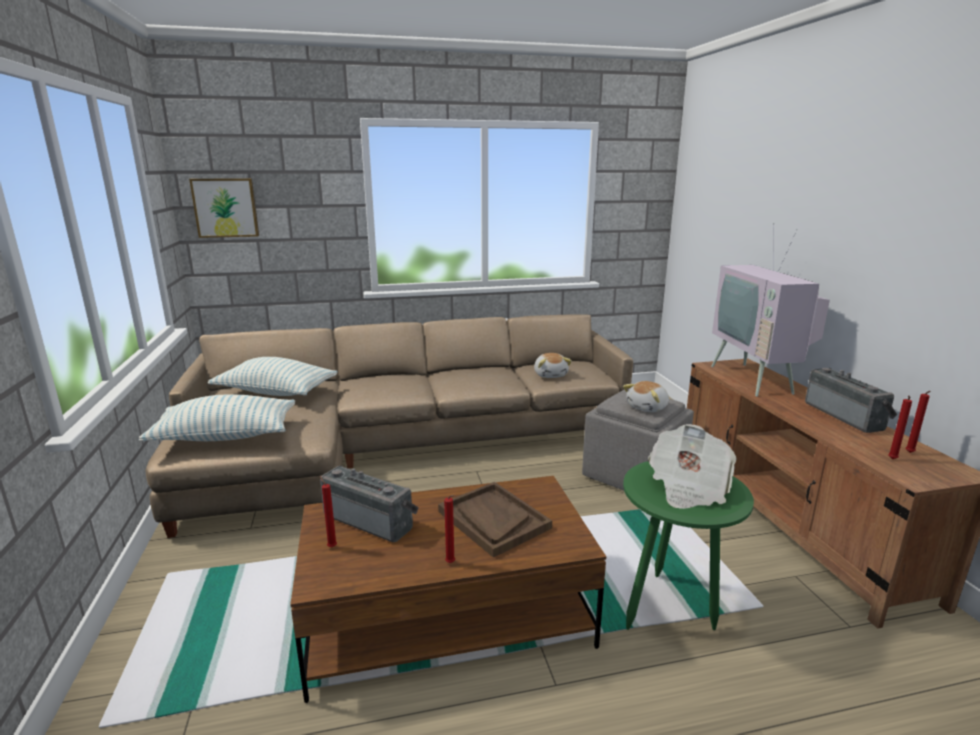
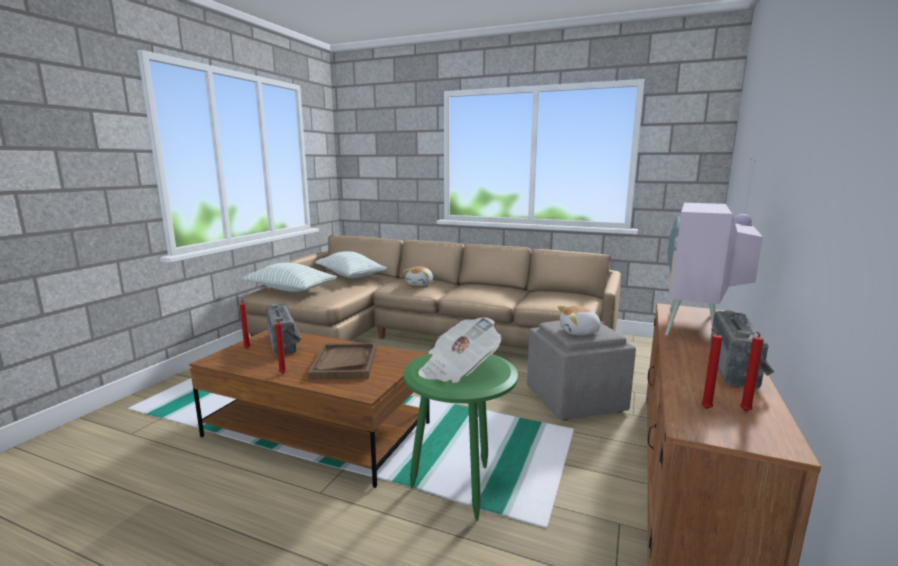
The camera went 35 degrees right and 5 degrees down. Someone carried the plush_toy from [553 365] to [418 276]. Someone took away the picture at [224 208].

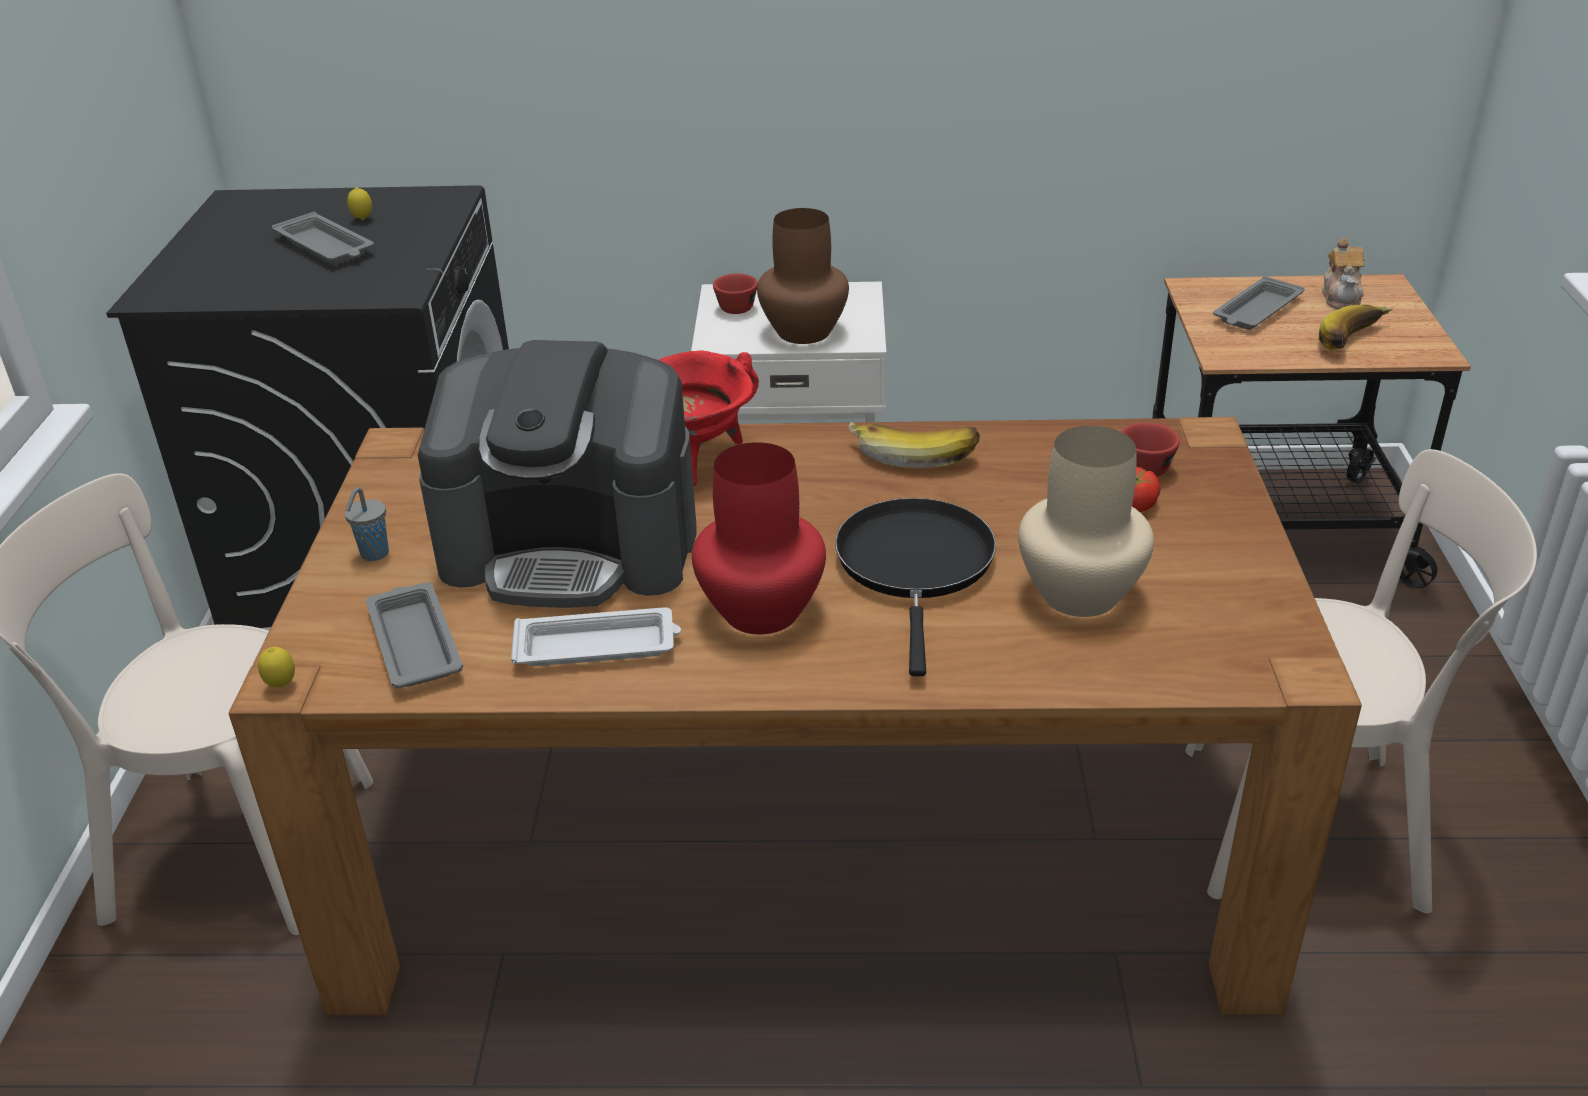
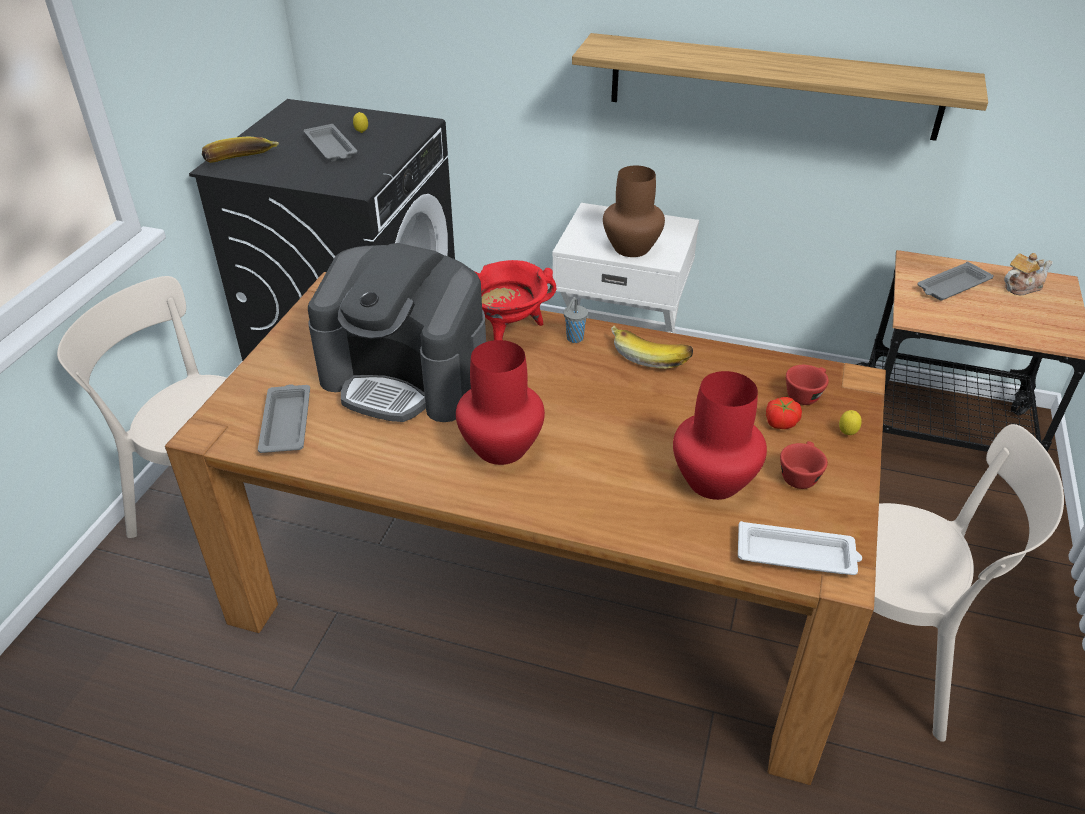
The camera went 15 degrees right and 5 degrees up. Someone carried the banana from [1355 327] to [240 150]. Someone carried the grey_cup from [367 524] to [575 320]. Someone put up the shelf at [780 87]. Someone repainted the beige_vase at [1086 521], which became the red_vase at [720 435]. Someone carried the white_tray from [596 636] to [800 548]. Someone carried the red_cup from [735 294] to [804 465]. Someone carried the lemon from [276 667] to [850 422]. Someone rotated the teapot at [1343 273] by 135 degrees counterclockwise. Someone took away the black_frying_pan at [915 587].

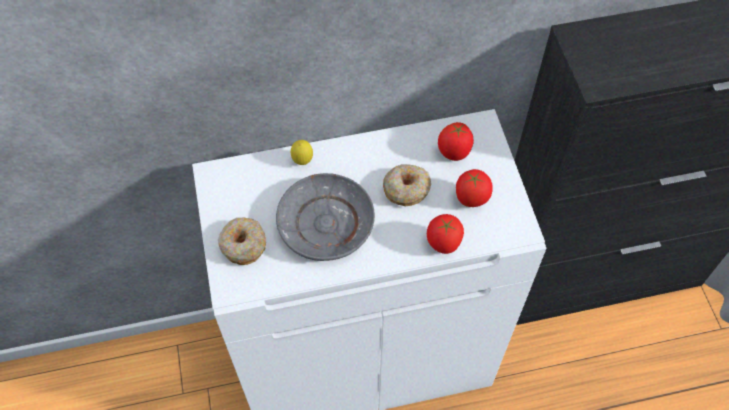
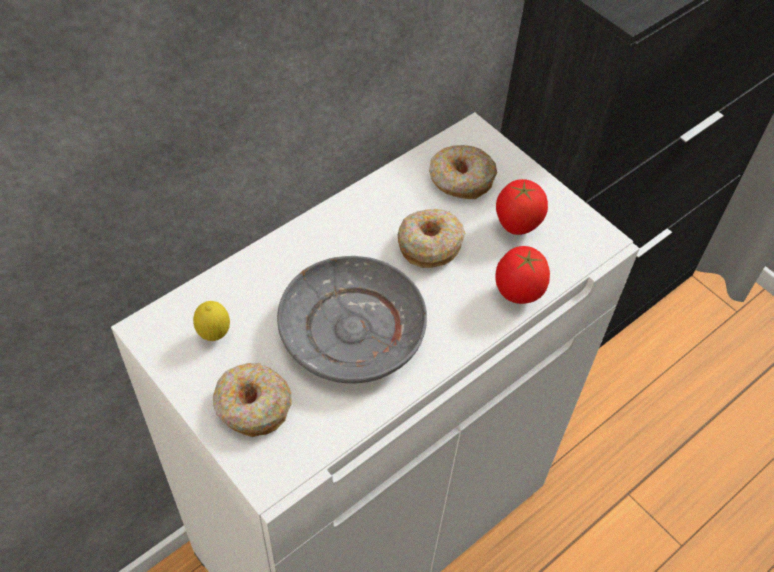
The camera went 30 degrees left and 5 degrees down. Someone carried the lemon from [301 152] to [211 321]. Someone swapped the tomato at [456 141] for the donut at [463 172].

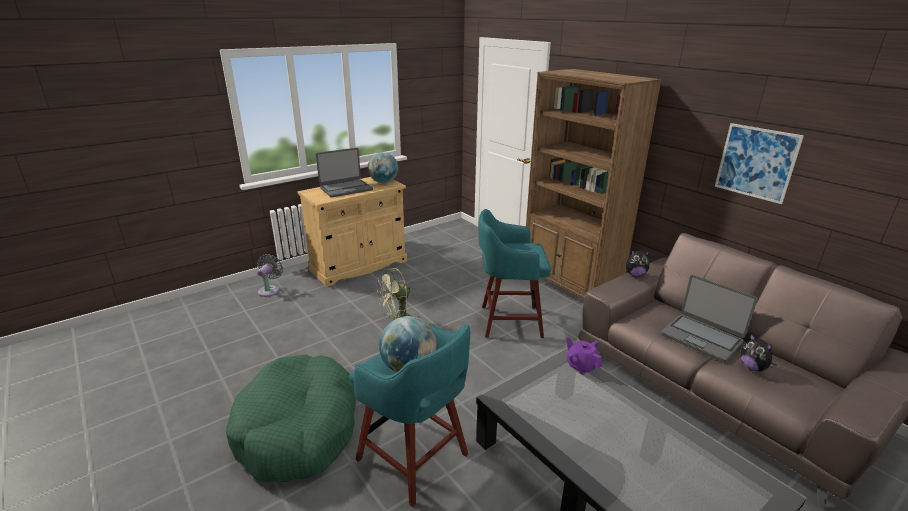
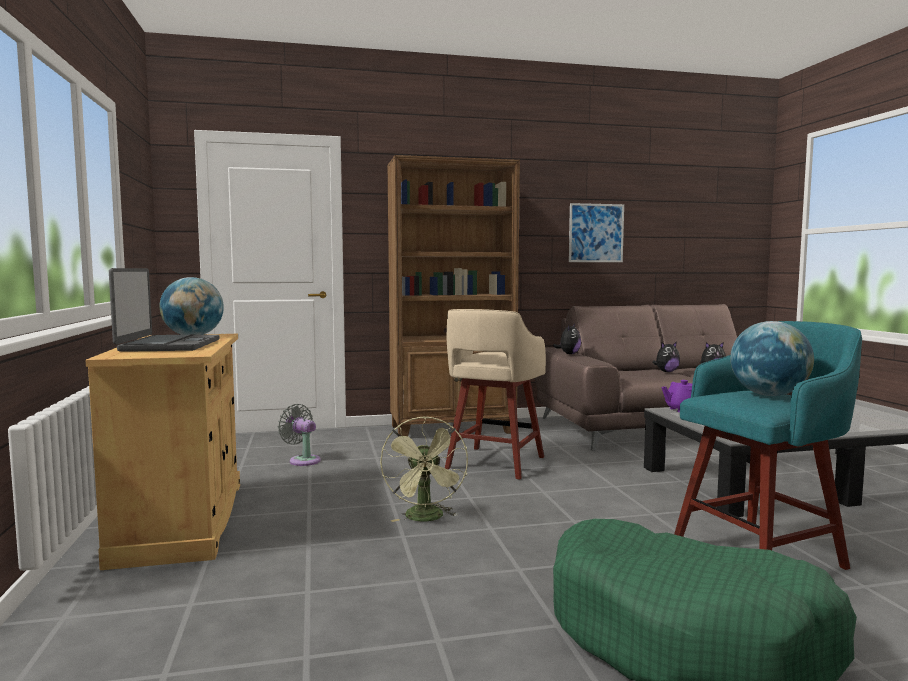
The camera went 65 degrees left and 20 degrees down. Someone carried the grey_fan from [270 275] to [299 435]. Someone repainted the turquoise_stool at [514 273], which became the beige_stool at [495 394]. Someone swapped the laptop at [709 318] for the plush_toy at [666 357].

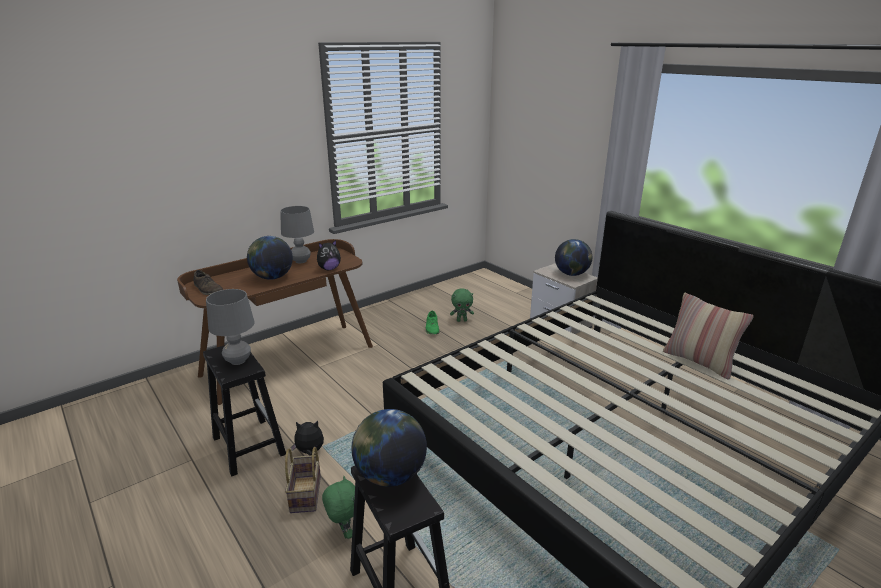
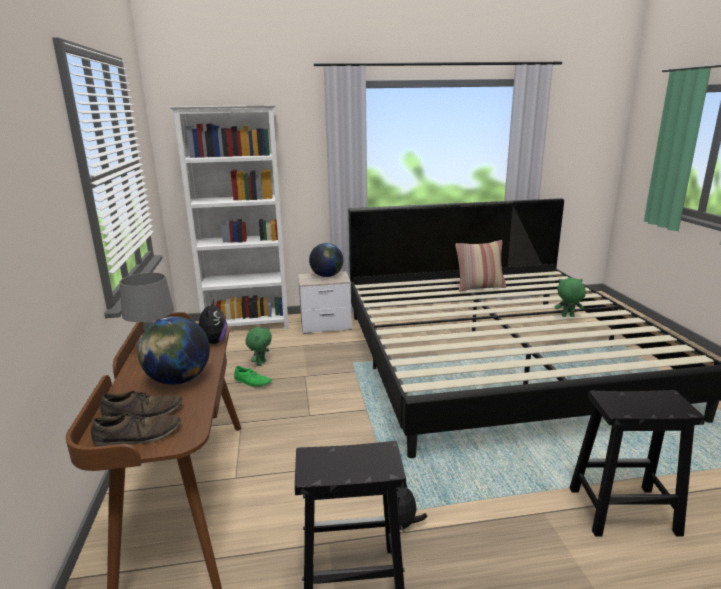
The camera went 60 degrees left and 5 degrees down. Someone put down the brown_shoe at [141 404]. Someone put down the white_bookcase at [229 217]. Someone carried the green_plush_toy from [338 507] to [570 297]. Someone took away the grey_table_lamp at [230 327]. Someone took away the basket at [303 480]. Someone took away the globe at [389 448].

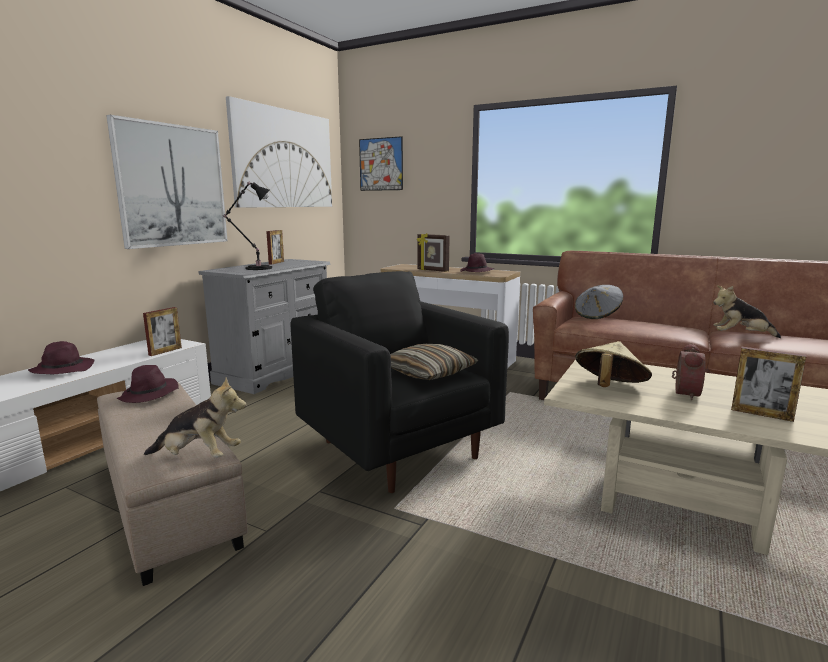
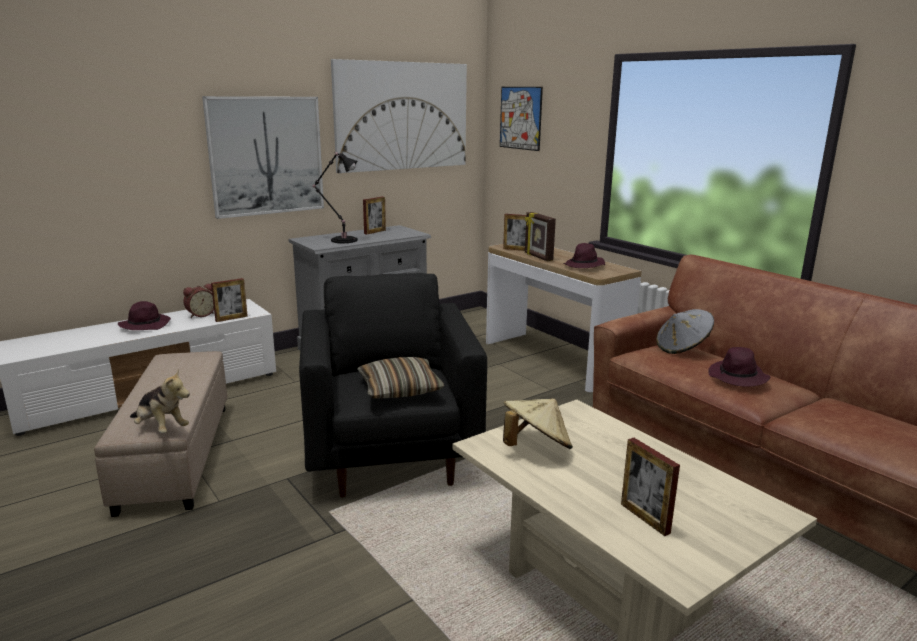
The camera went 25 degrees right and 5 degrees up. Someone carried the alarm_clock from [689 371] to [198 301]. Someone put down the picture_frame at [514 232]. Someone carried the purple_hat from [148 384] to [739 367]. Someone took away the plush_toy at [747 311].

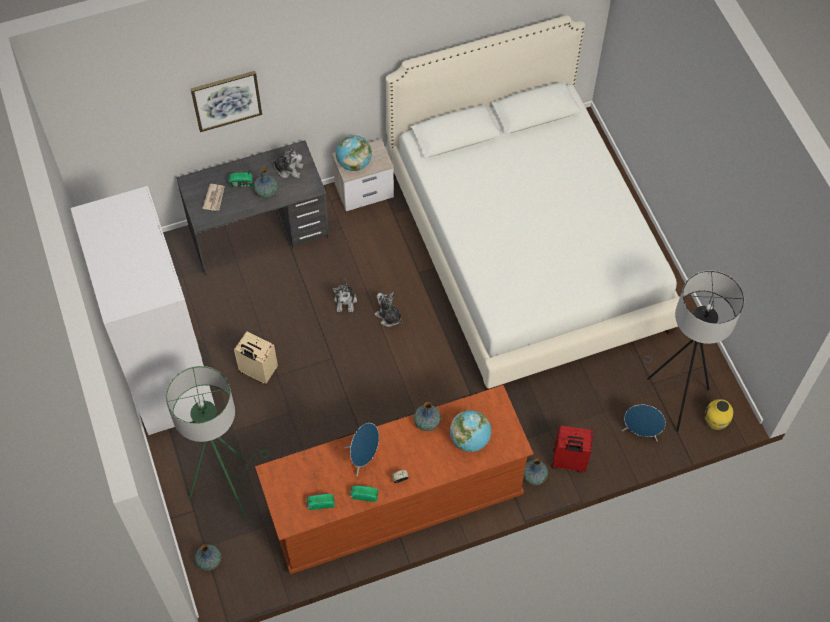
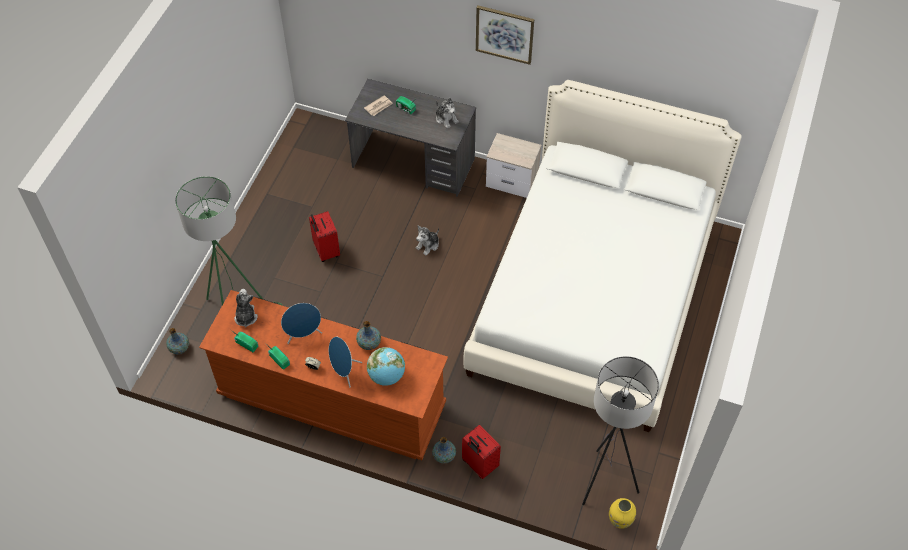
The camera went 40 degrees right and 5 degrees down. Someone carried the plush_toy from [388 309] to [246 308]. Someone repainted the beige_suitcase at [256 358], which became the red_suitcase at [324 236]. Someone carried the blue_speaker from [644 423] to [346 362]. Someone carried the picture from [226 101] to [505 35]. Someone took away the white_wardrobe at [142 310]. Someone took away the vase at [266 182]. Someone took away the globe at [354 153].

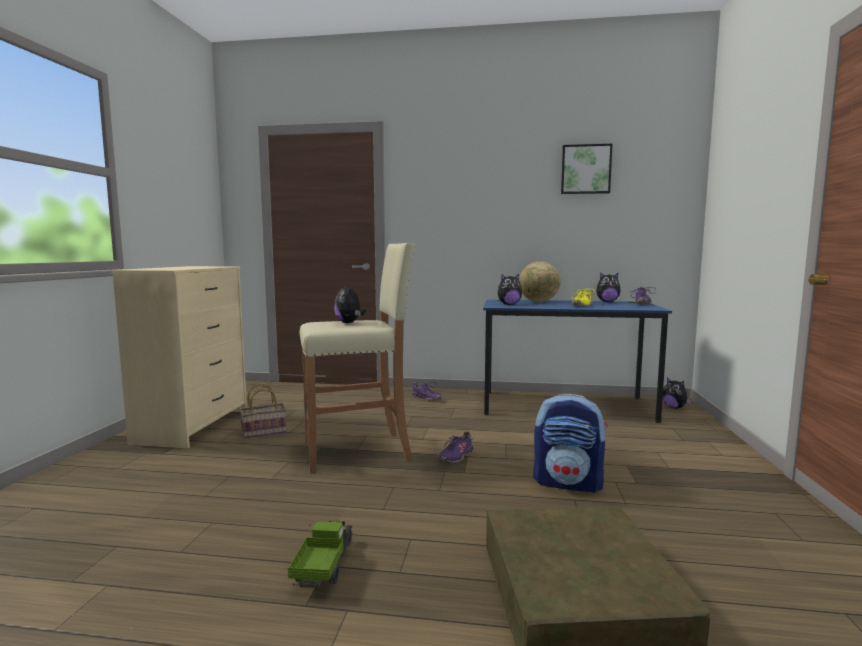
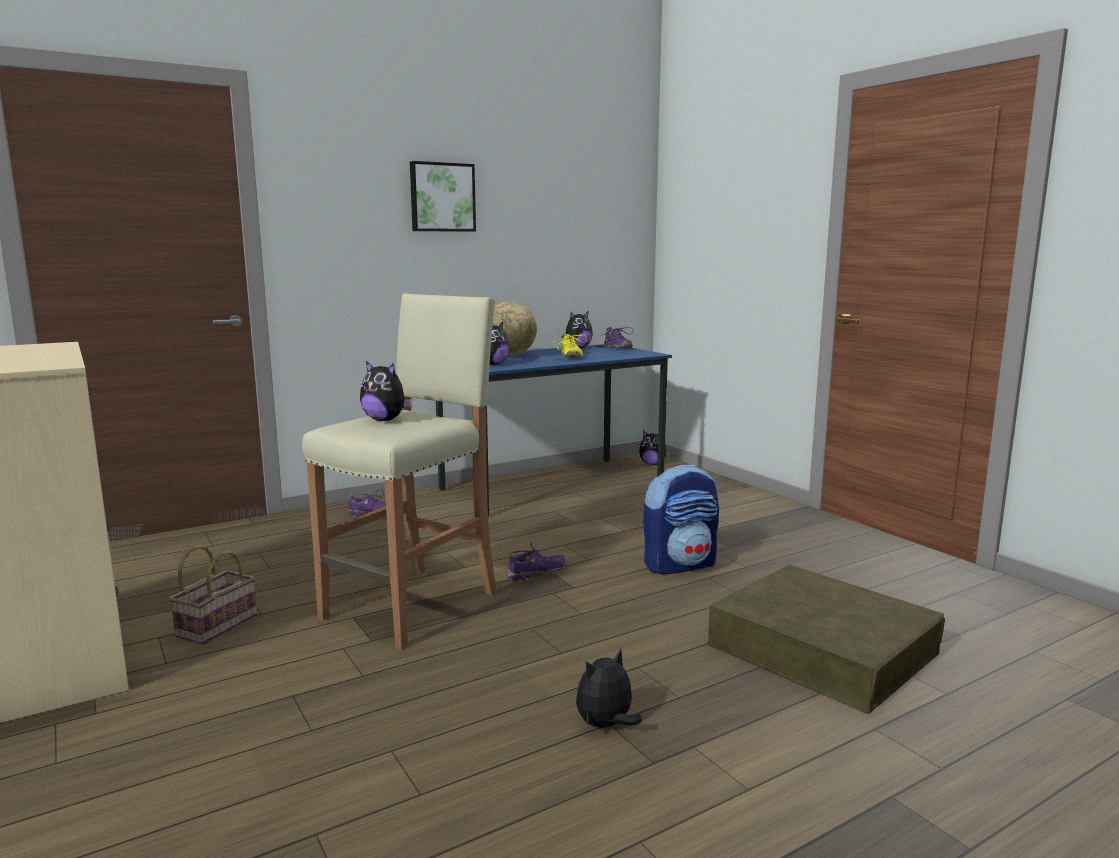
The camera went 40 degrees left and 5 degrees up. Someone carried the picture from [586 169] to [443 196]. Someone rotated the purple_shoe at [456 447] by 120 degrees counterclockwise. Someone swapped the toy_truck at [320 555] for the plush_toy at [609 688].

